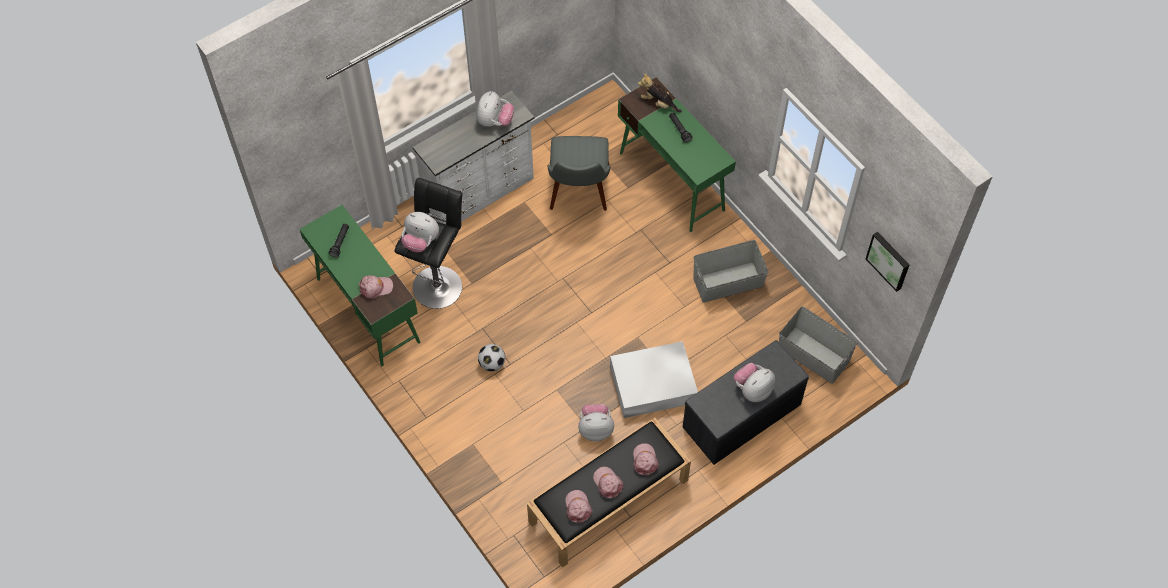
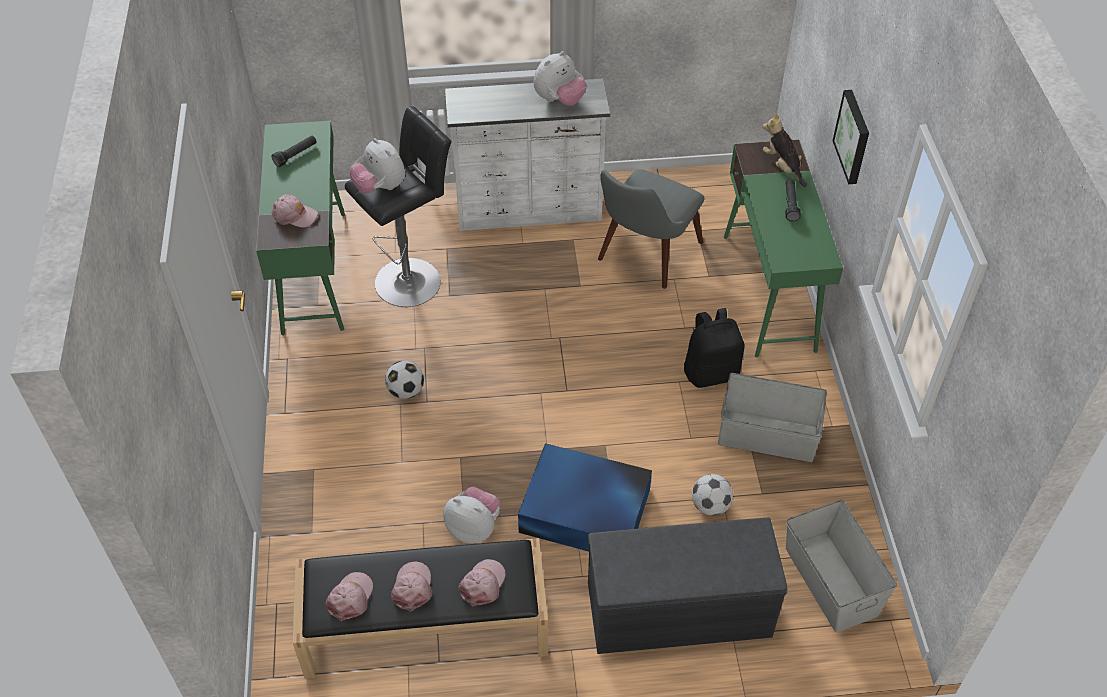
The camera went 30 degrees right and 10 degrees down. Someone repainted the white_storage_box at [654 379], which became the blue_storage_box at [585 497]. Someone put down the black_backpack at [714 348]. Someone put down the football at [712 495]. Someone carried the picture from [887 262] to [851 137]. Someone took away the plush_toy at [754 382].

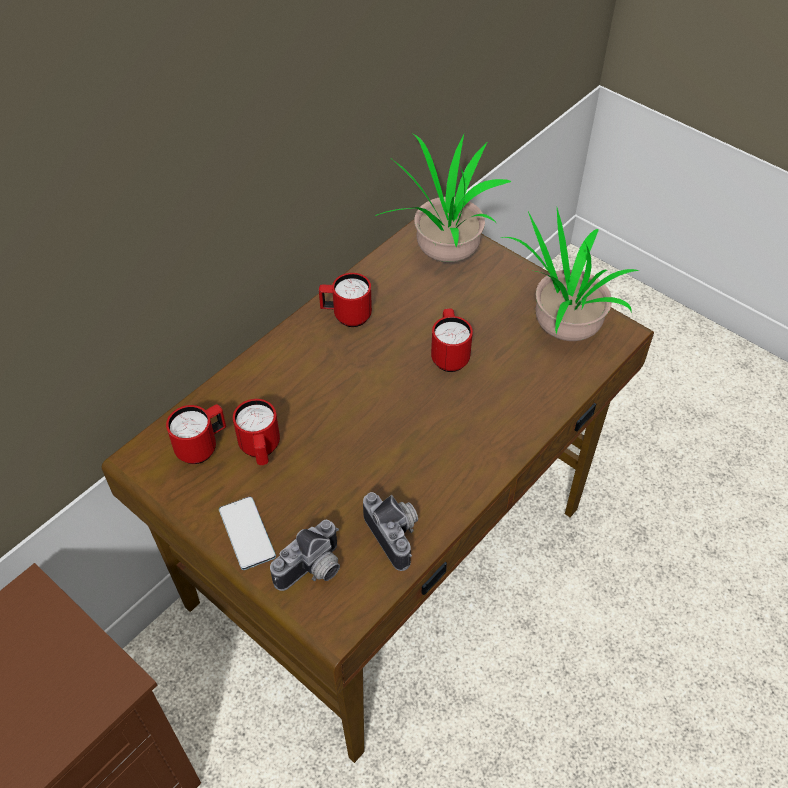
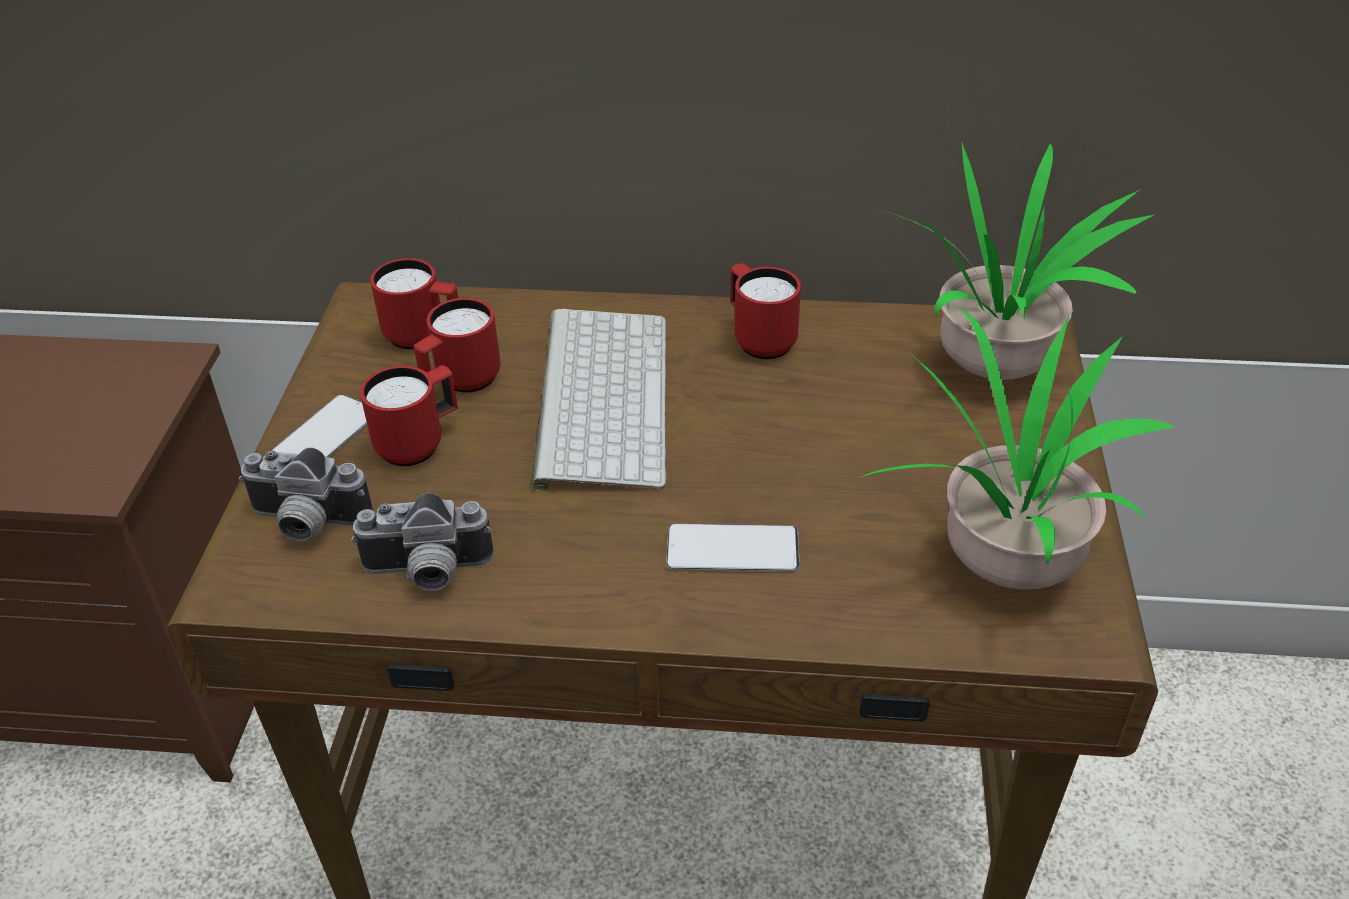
The camera went 55 degrees right and 10 degrees down. Someone rotated the photo_camera at [390 531] by 60 degrees clockwise. Someone carried the red_mug from [452 340] to [409 415]. Someone put down the keyboard at [599 399]. Someone put down the phone at [733 548].

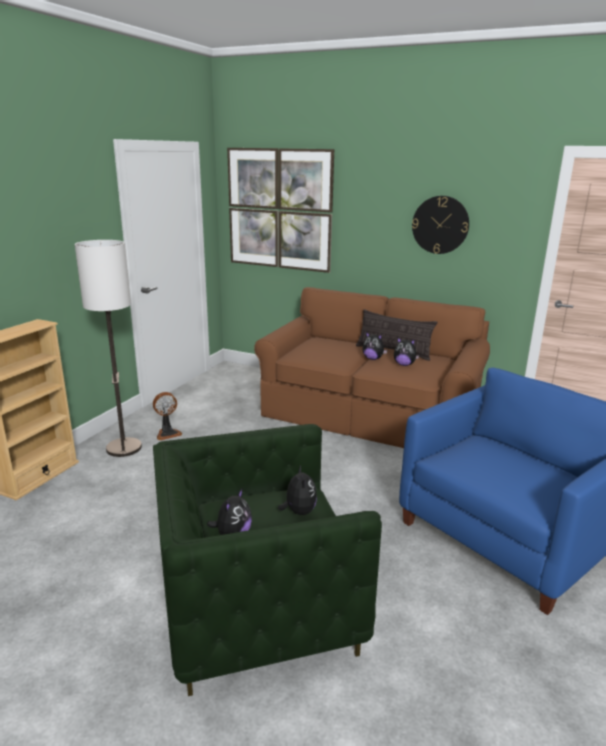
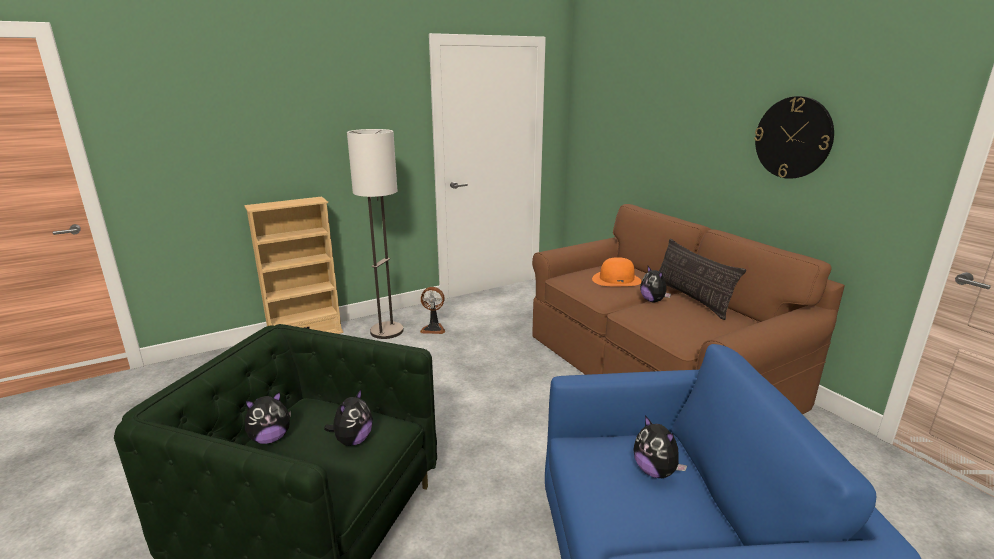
The camera went 35 degrees right and 0 degrees up. Someone put down the orange_hat at [616 271]. Someone carried the plush_toy from [406 352] to [660 446]. Someone took away the picture at [280 210].

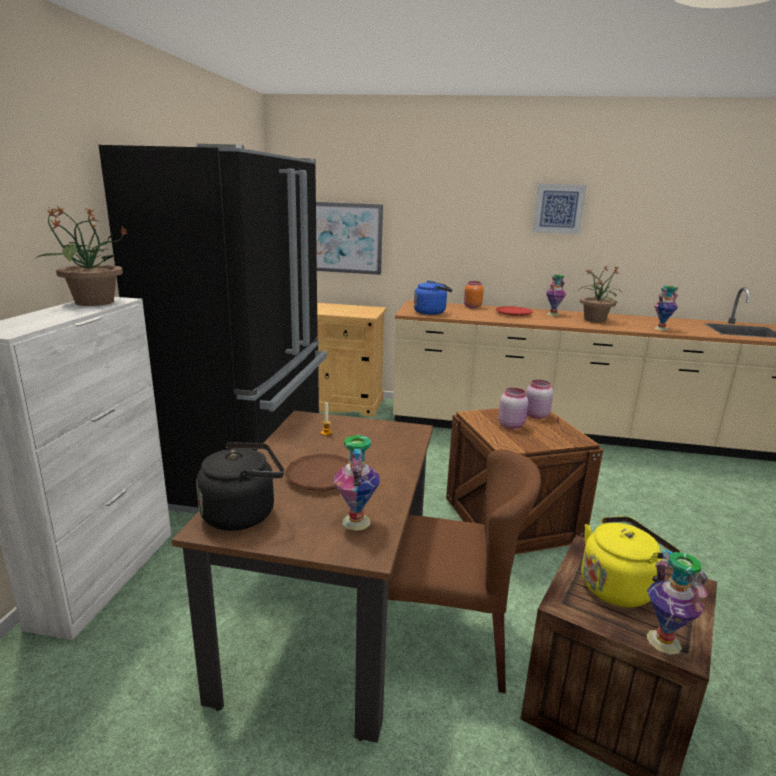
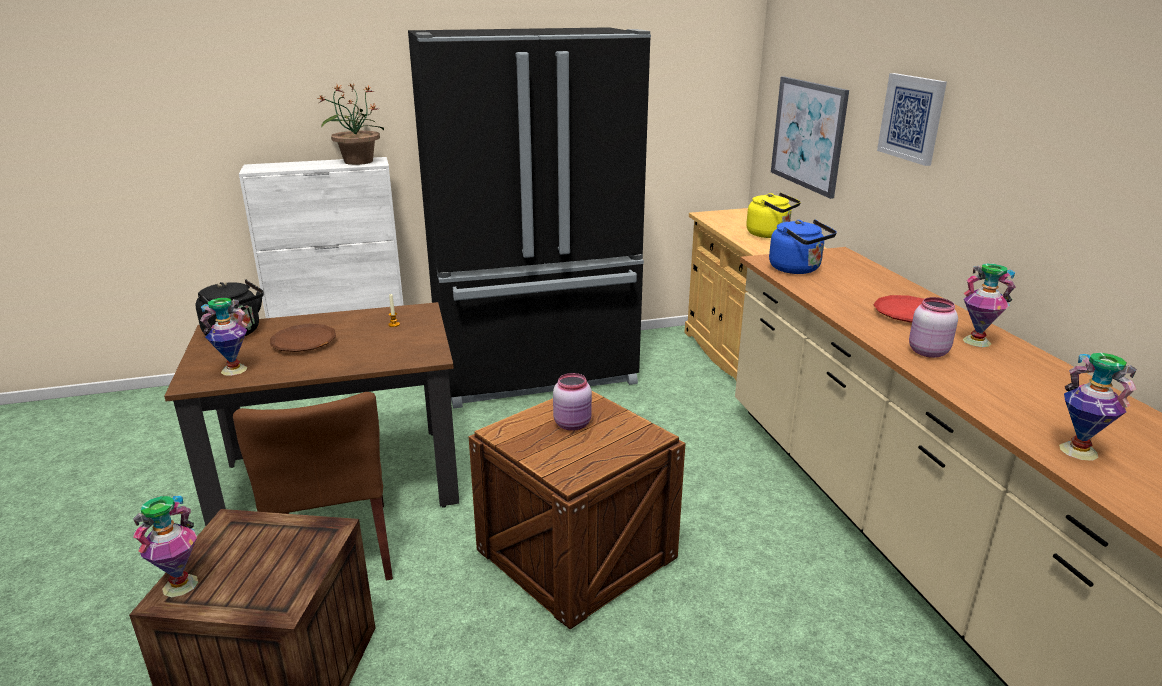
The camera went 65 degrees right and 5 degrees up. Someone carried the yellow_kettle from [631 562] to [773 215]. Someone carried the picture from [559 208] to [912 119]. Someone carried the pink_jar from [539 399] to [933 327]. Someone took away the orange_jar at [474 294]. Someone took away the potted_plant at [601 293].

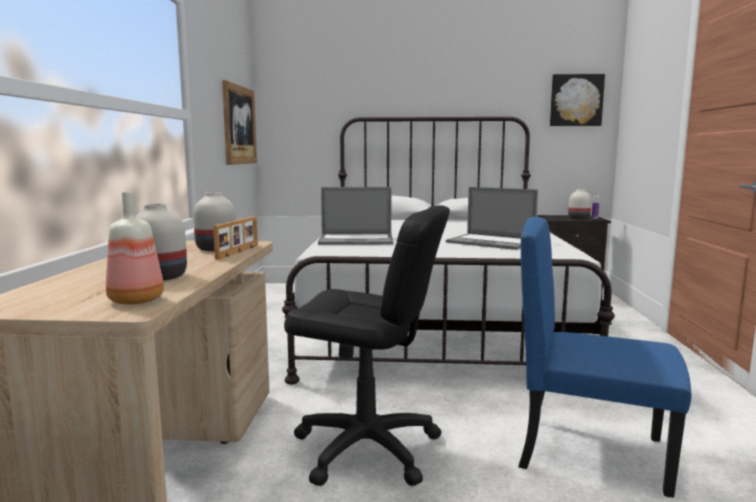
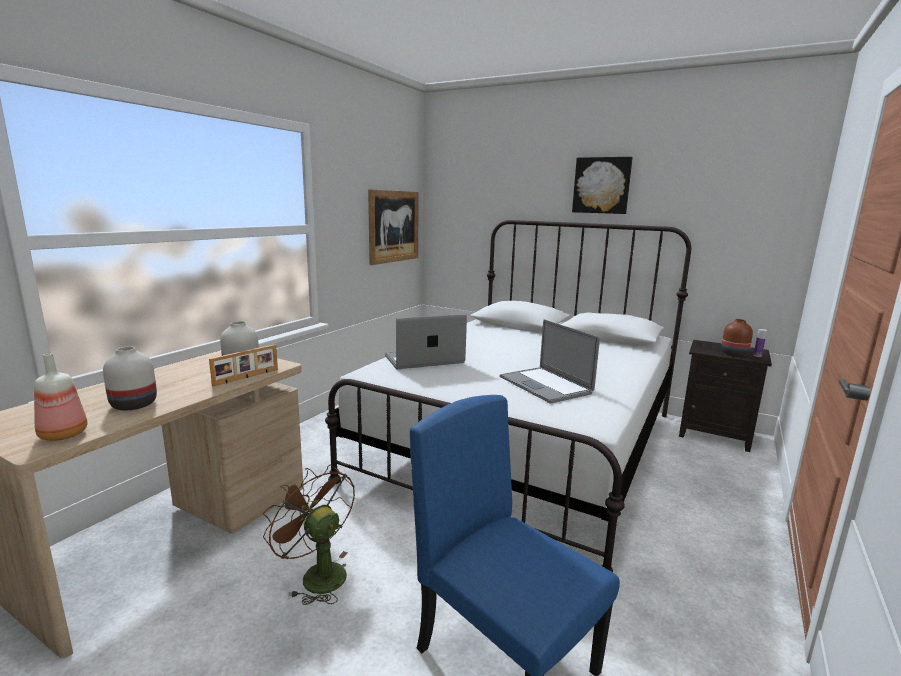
The camera went 25 degrees right and 5 degrees up. Someone swapped the black_office_chair at [367 345] for the brown_fan at [309 535]. Someone rotated the laptop at [355 216] by 135 degrees clockwise. Someone carried the picture from [577 100] to [602 185]. Someone repainted the white_vase at [580 204], which became the brown_vase at [737 338].

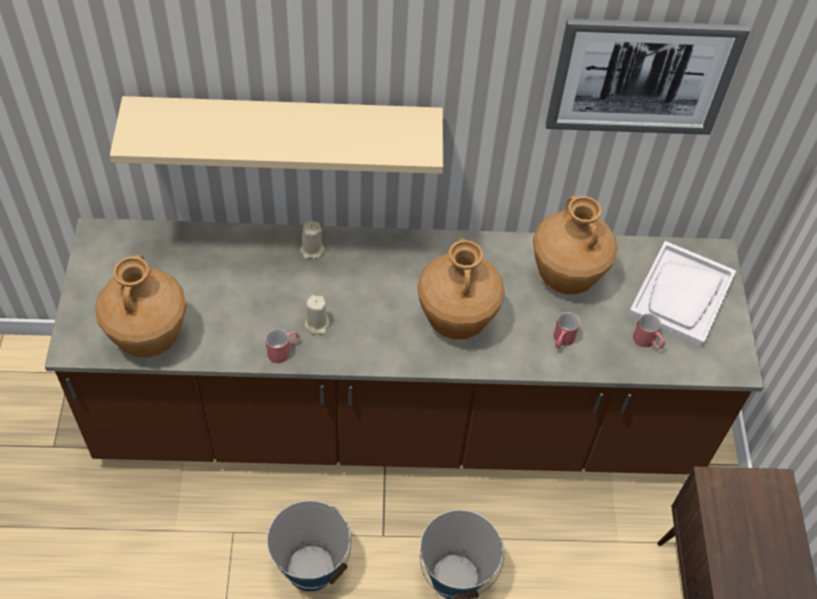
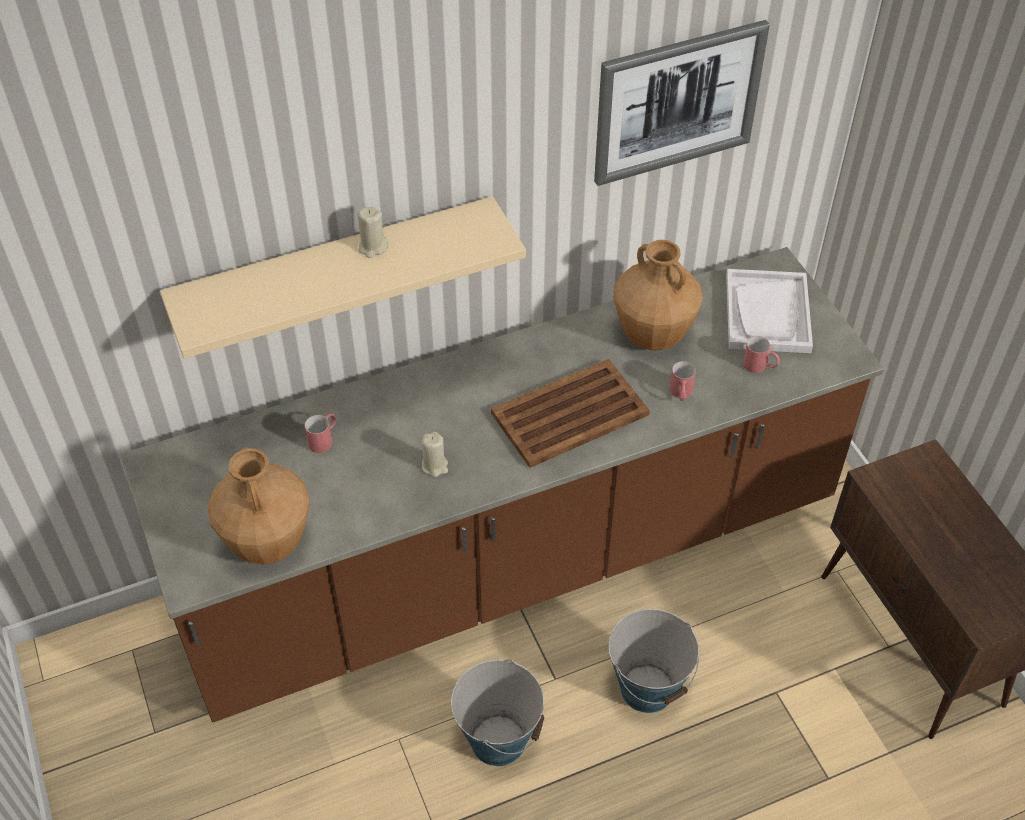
The camera went 20 degrees left and 5 degrees down. Someone carried the red_mug from [282 346] to [320 433]. Someone carried the beige_candle from [312 240] to [373 232]. Someone swapped the brown_vase at [461 289] for the brown_tray at [570 413].

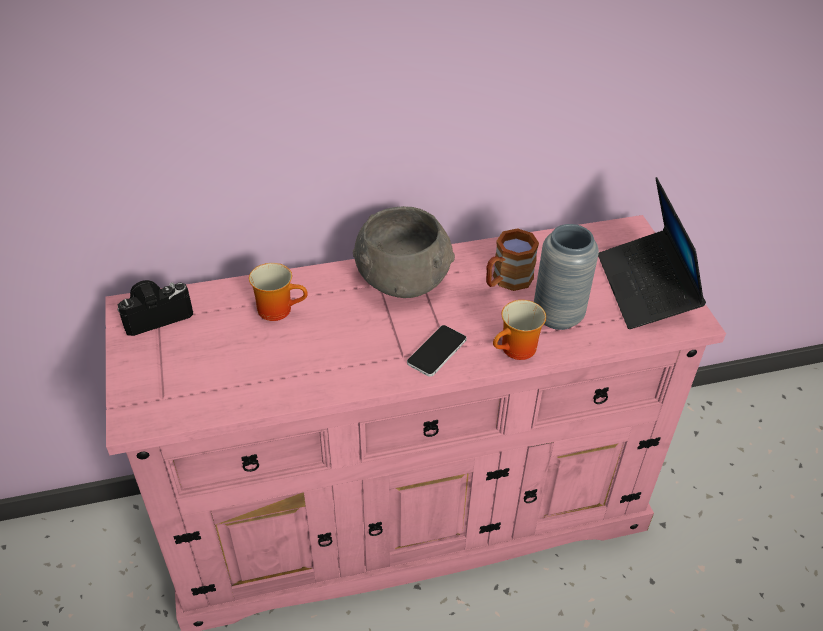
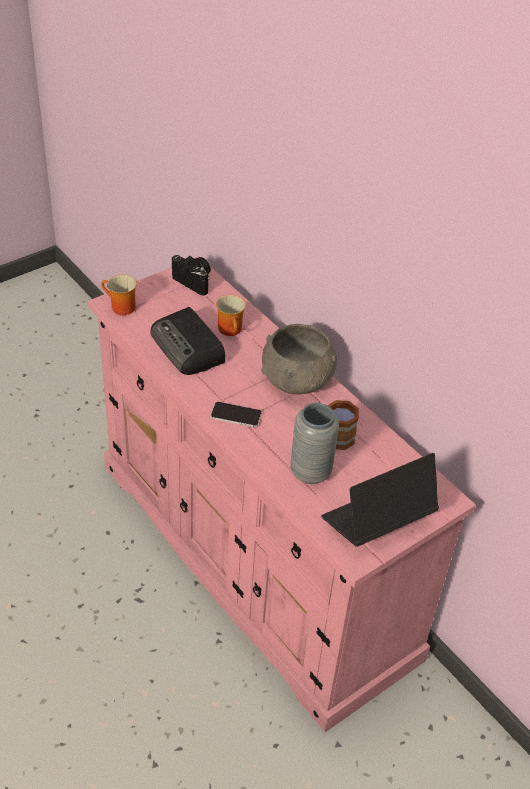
The camera went 65 degrees right and 0 degrees up. Someone carried the mug from [519 330] to [119 295]. Someone put down the radio at [188 341].

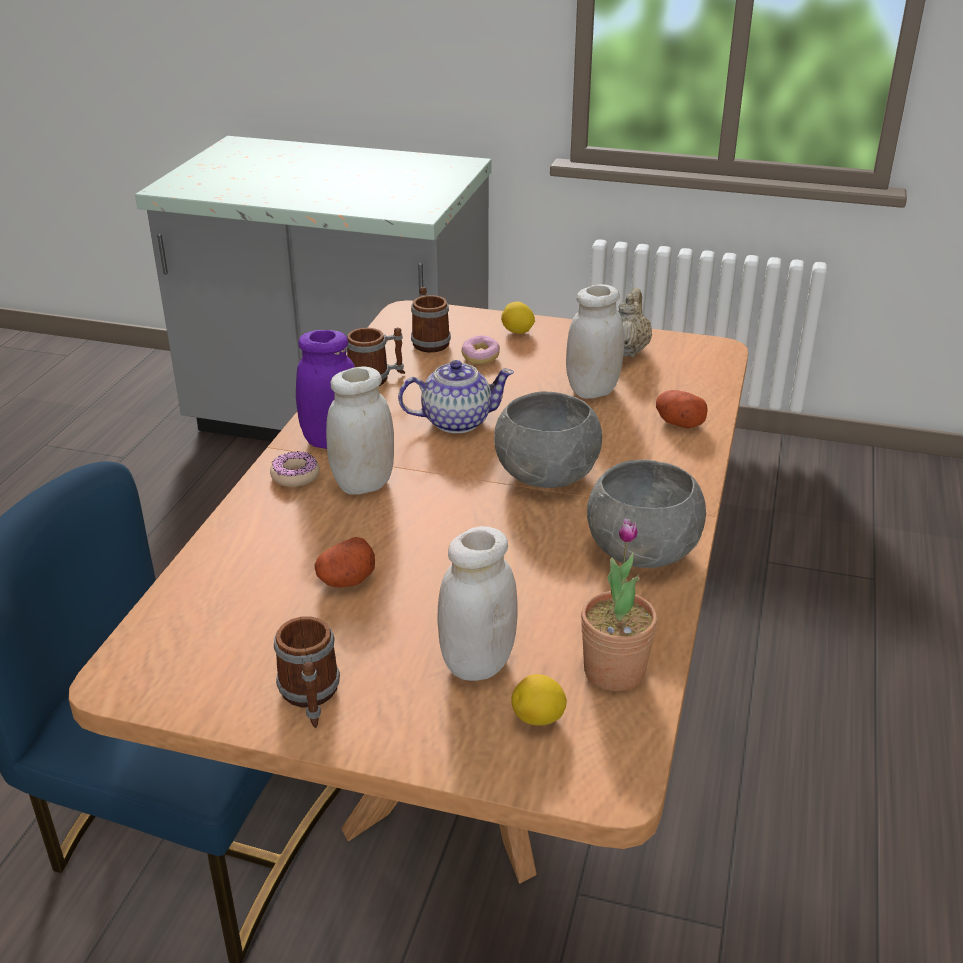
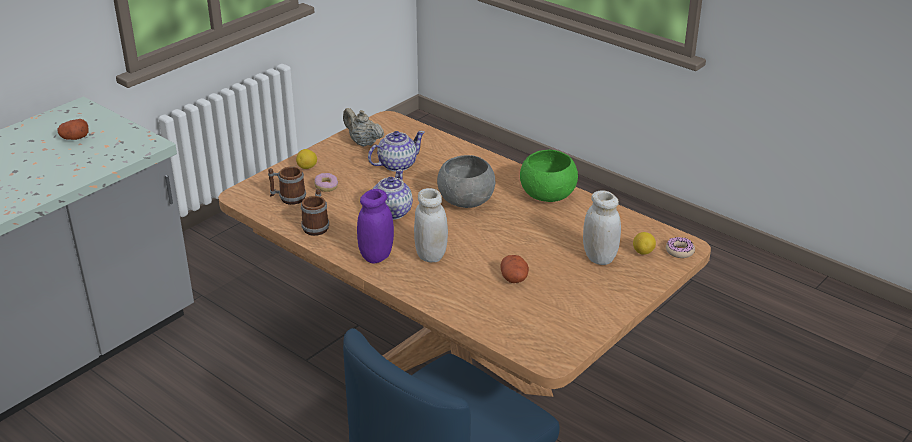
The camera went 65 degrees left and 0 degrees up. Someone carried the potato from [682 409] to [73 129]. Someone swapped the white_jar at [595 341] for the teapot at [396 151]. Someone repainted the grey_bowl at [646 514], which became the green_bowl at [549 176]. Someone carried the donut from [295 469] to [680 247]. Someone took away the mug at [307 672]. Someone took away the potted_plant at [619 604].

